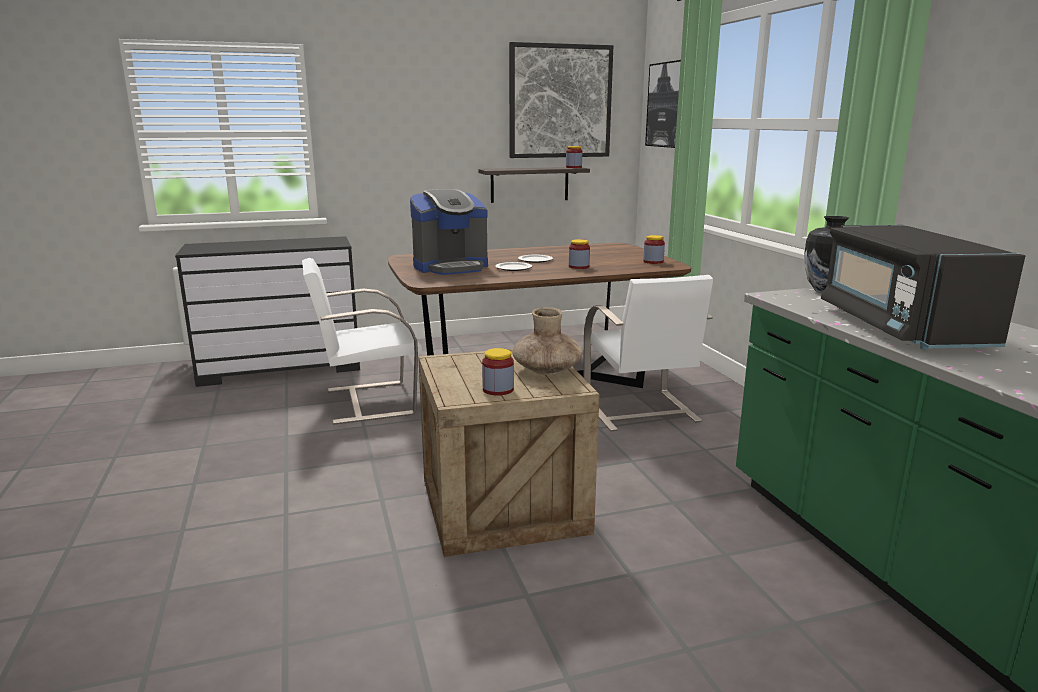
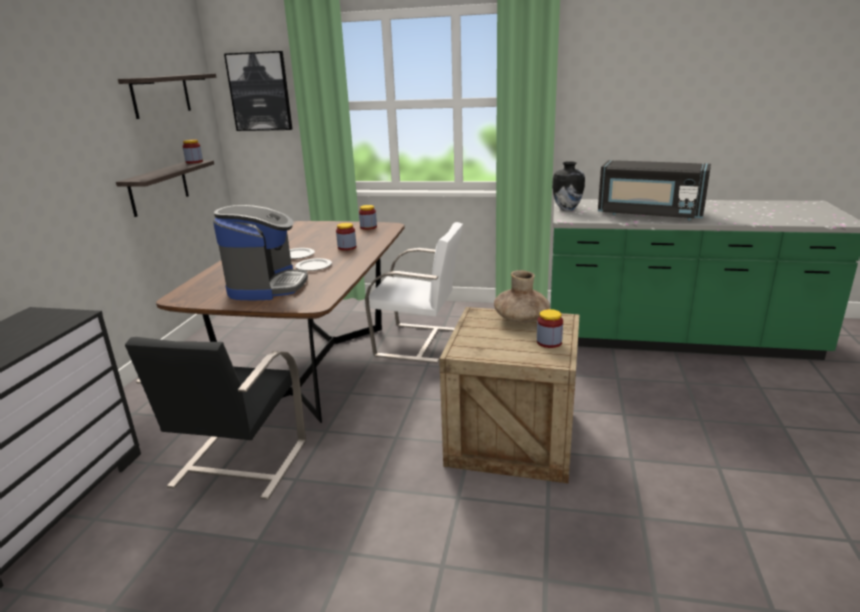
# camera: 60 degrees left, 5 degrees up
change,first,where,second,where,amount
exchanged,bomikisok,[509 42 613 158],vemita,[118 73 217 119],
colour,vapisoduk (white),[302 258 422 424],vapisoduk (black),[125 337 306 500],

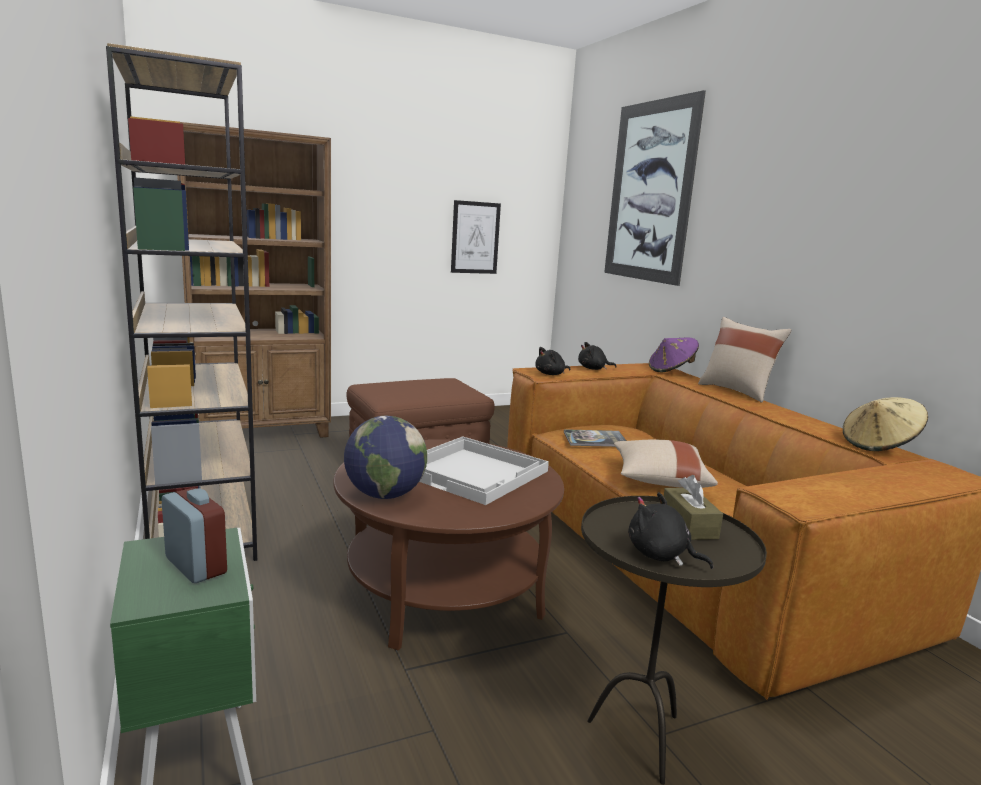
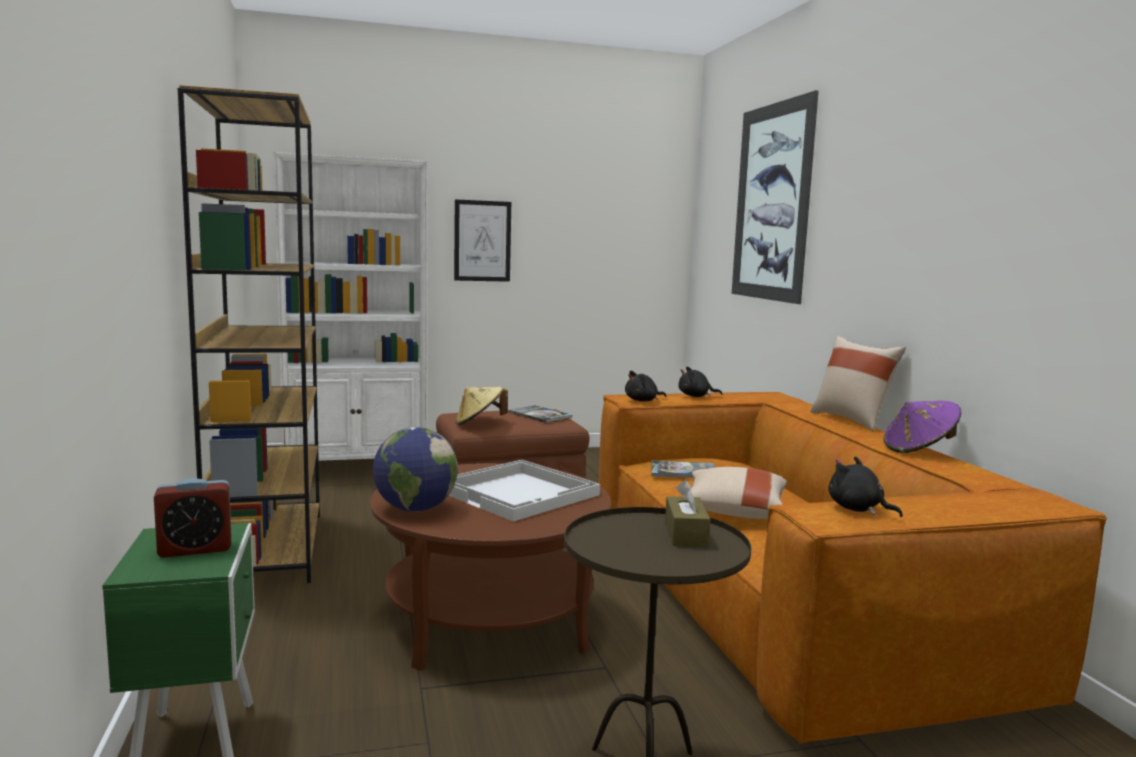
# camera: 10 degrees right, 5 degrees down
change,first,where,second,where,amount
appeared,,,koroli,[509 405 572 423],
relocated,bomikisok,[451 200 501 274],,[454 199 511 282],
relocated,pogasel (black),[628 492 713 569],,[828 456 903 517],
relocated,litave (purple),[649 337 699 372],,[883 401 961 453],
relocated,litave (beige),[843 397 928 451],,[456 387 508 425],
colour,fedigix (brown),[177 122 331 438],fedigix (white),[274 152 428 461],
spun,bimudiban,[162 488 227 583],,[154 478 232 558],105 degrees clockwise

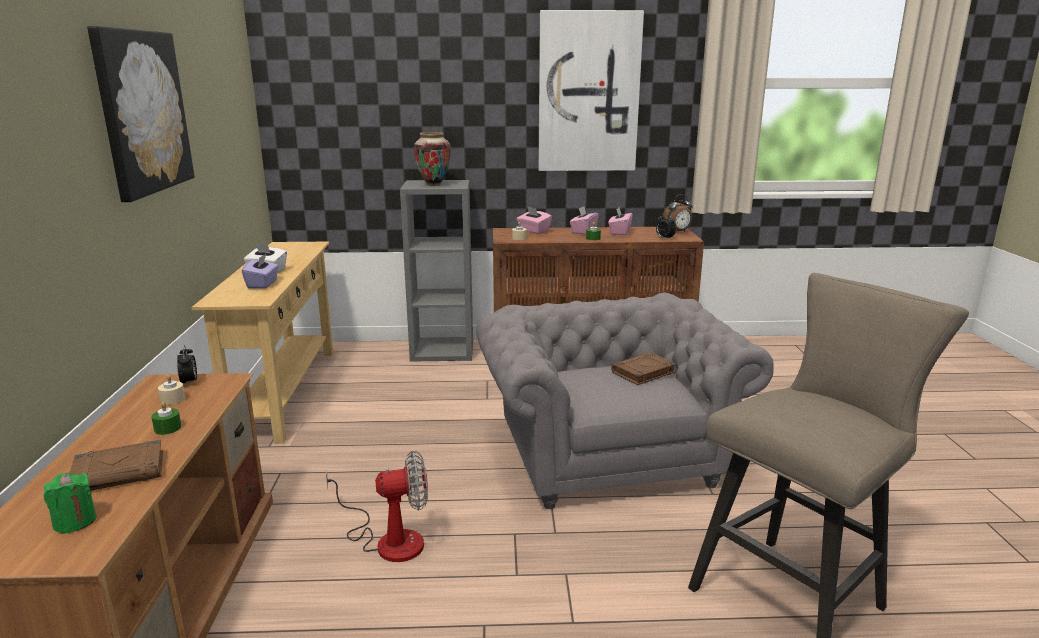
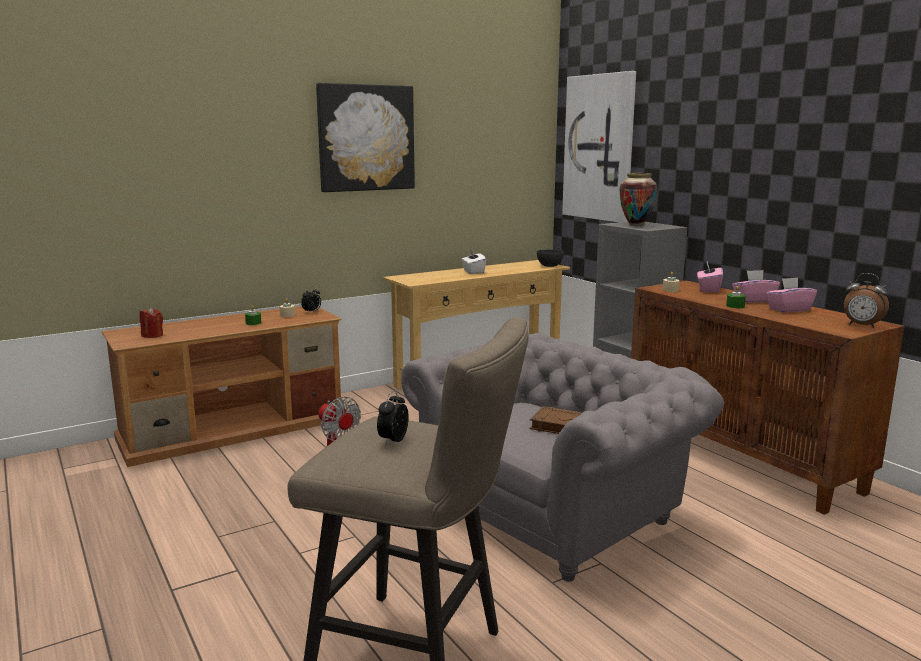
# camera: 60 degrees right, 5 degrees down
change,first,where,second,where,amount
missing,koroli (brown),[69 440 163 491],,,
missing,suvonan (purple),[242 253 279 288],,,
appeared,,,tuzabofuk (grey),[537 250 564 267],
relocated,bomikisok,[538 10 644 171],,[562 71 636 222],
relocated,bimudiban,[656 213 676 240],,[377 391 409 446],
colour,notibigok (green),[44 473 96 534],notibigok (red),[139 307 163 338],

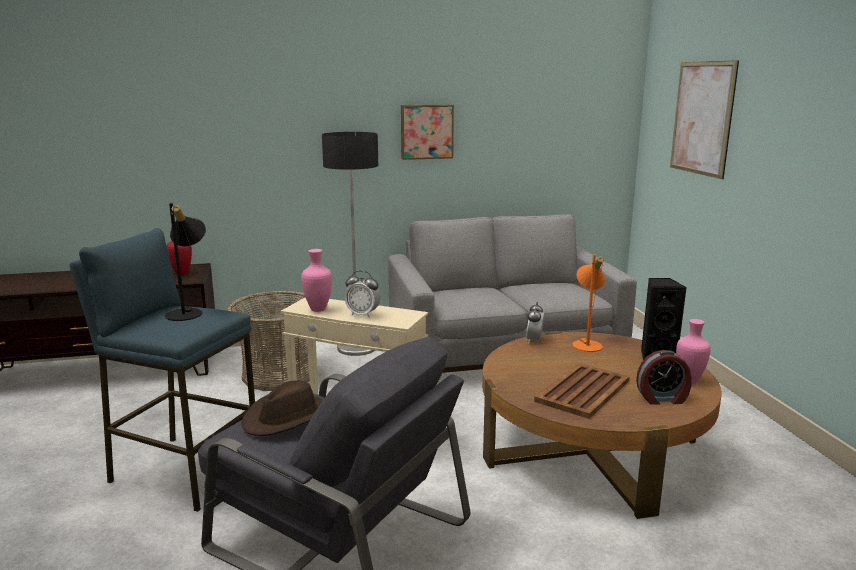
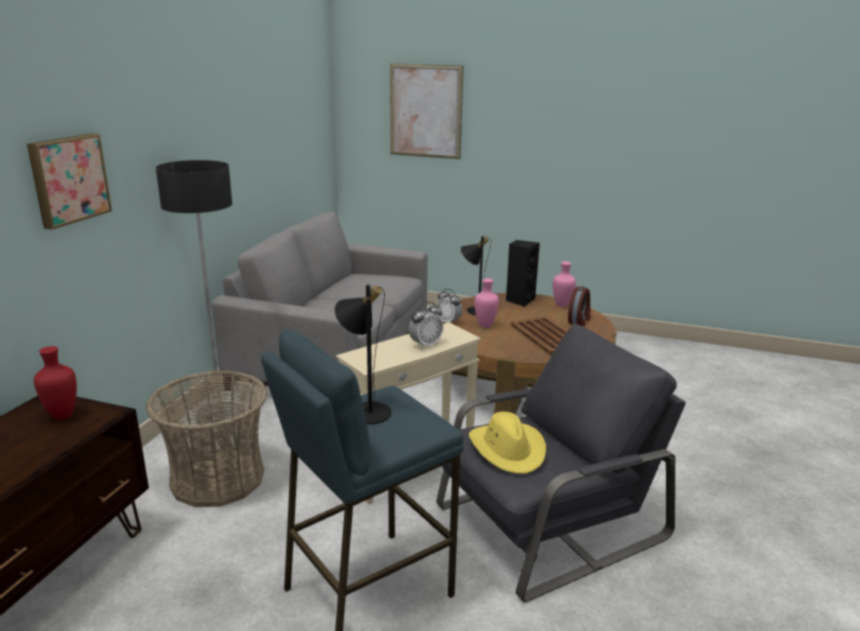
# camera: 60 degrees left, 5 degrees up
change,first,where,second,where,amount
relocated,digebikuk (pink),[301 249 332 312],,[475 278 499 328],
relocated,bomikisok,[401 105 454 160],,[27 133 112 230],
colour,litave (brown),[241 381 323 436],litave (yellow),[469 412 546 474],
colour,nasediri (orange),[572 255 606 352],nasediri (black),[461 236 491 315],

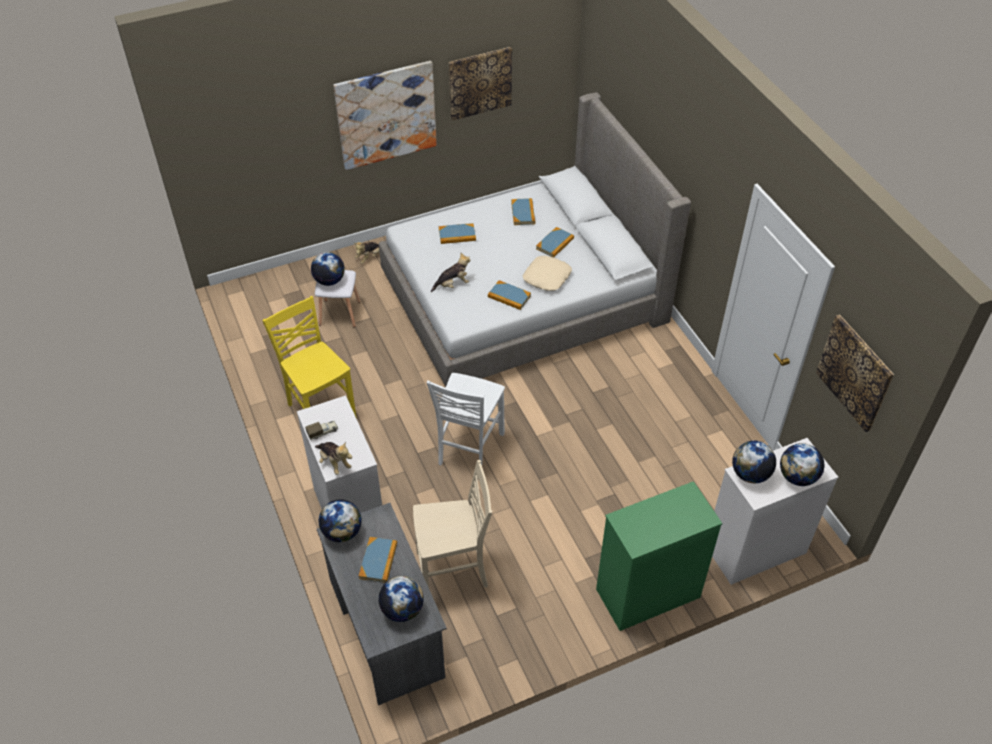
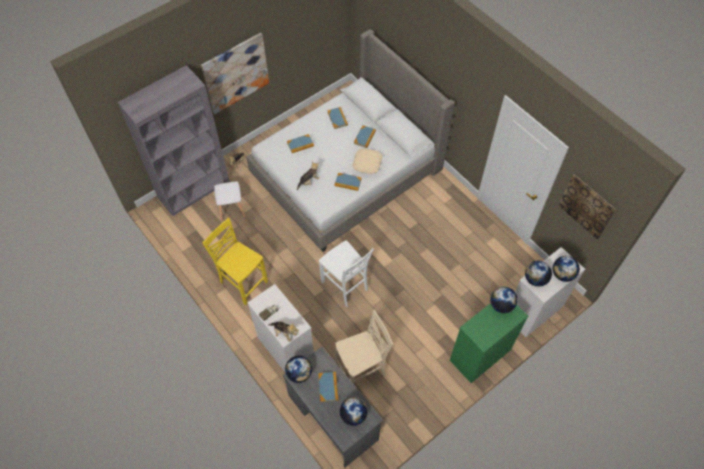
# camera: 15 degrees left, 10 degrees up
change,first,where,second,where,amount
missing,bomikisok,[449 47 512 121],,,
appeared,,,fedigix (grey),[118 65 230 216],
relocated,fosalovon,[311 252 345 286],,[490 287 517 313],
spun,vapisoduk (white),[426 373 505 466],,[319 240 374 307],45 degrees counterclockwise

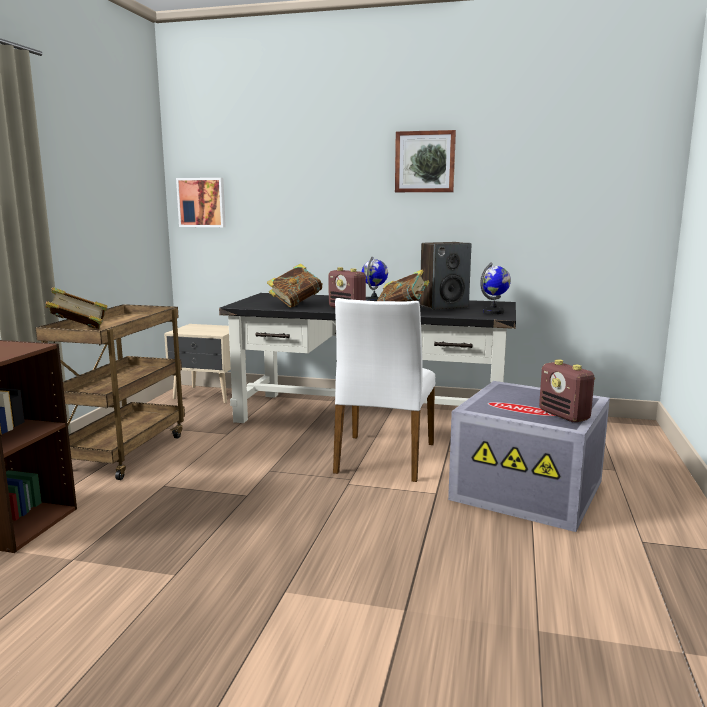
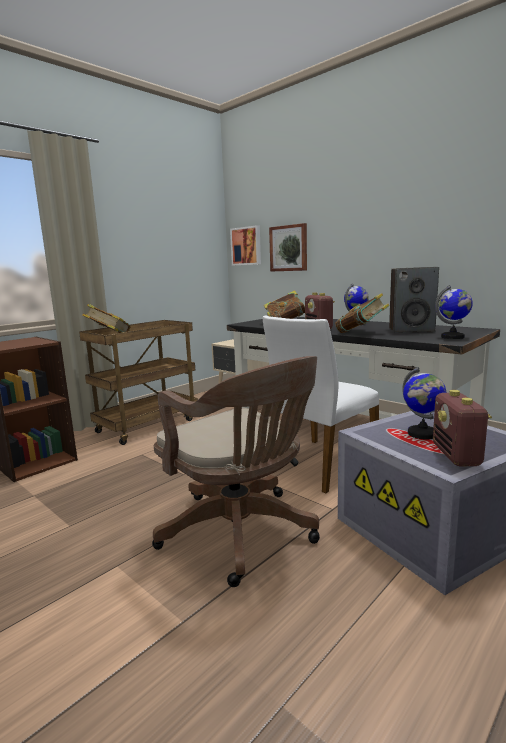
# camera: 30 degrees right, 0 degrees up
change,first,where,second,where,amount
appeared,,,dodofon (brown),[152 356 320 587],
appeared,,,fosalovon,[402 367 447 439],
relocated,bomikisok,[395 130 456 192],,[269 223 307 272],

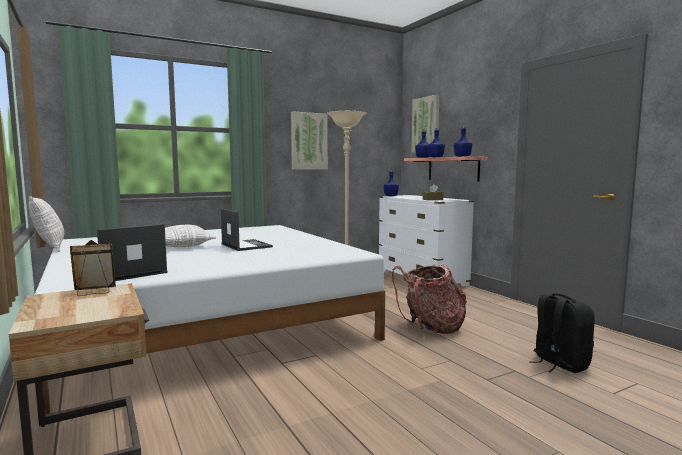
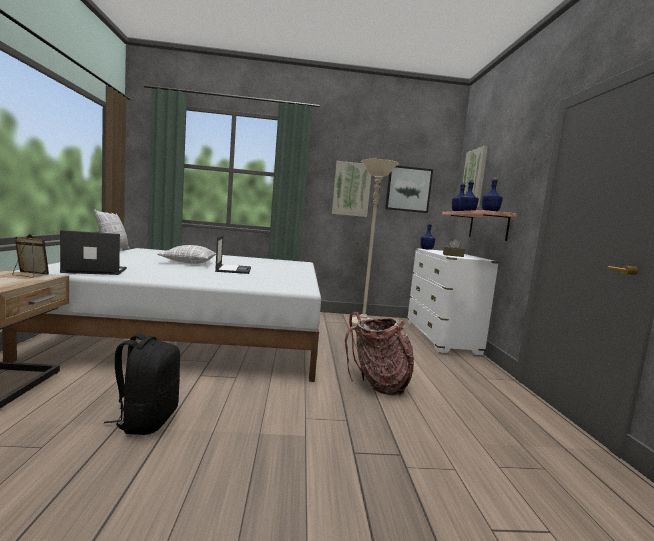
# camera: 25 degrees right, 0 degrees up
change,first,where,second,where,amount
appeared,,,bomikisok,[385 166 433 213],
relocated,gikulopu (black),[530 293 595 373],,[104 334 180 435],

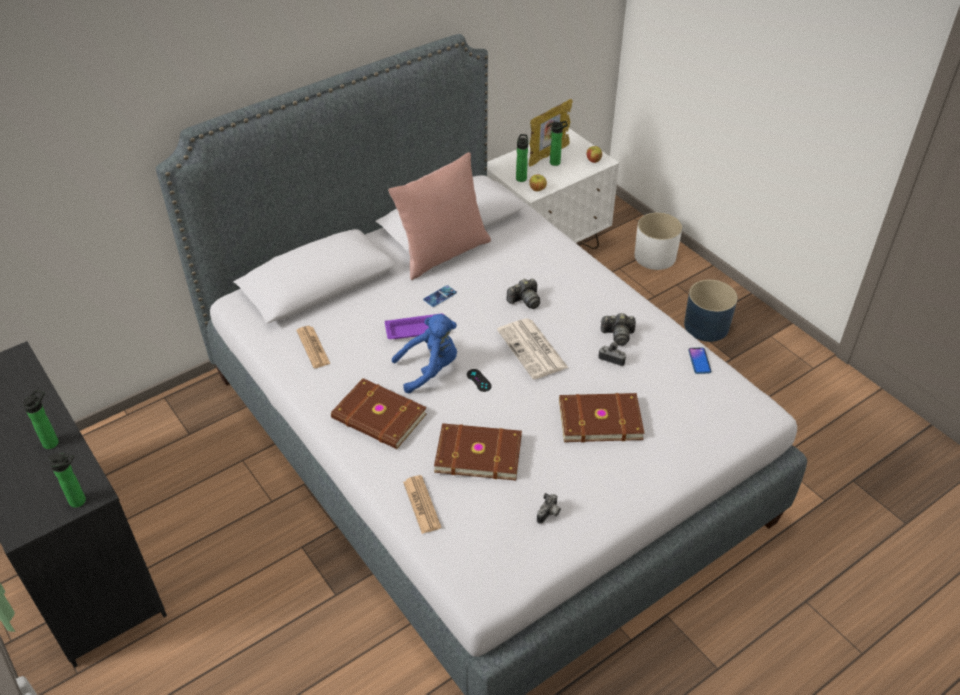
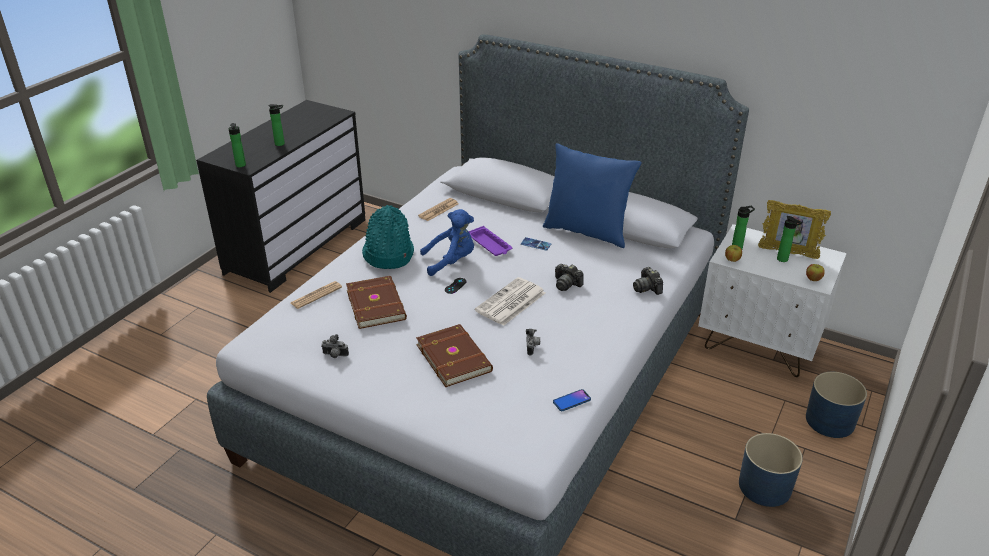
# camera: 65 degrees right, 10 degrees down
change,first,where,second,where,amount
relocated,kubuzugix,[601 313 636 346],,[633 267 663 295],
exchanged,koroli (brown),[331 378 427 449],litave (turquoise),[362 205 414 269],
colour,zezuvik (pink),[388 152 491 280],zezuvik (blue),[543 143 642 248],
colour,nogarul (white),[634 212 682 270],nogarul (blue),[806 372 867 438],
spun,pogasel (blue),[392 314 457 393],,[420 209 474 276],60 degrees counterclockwise

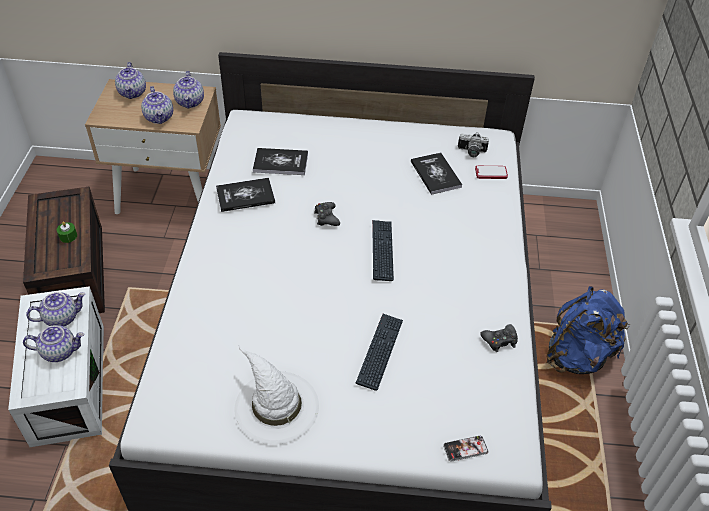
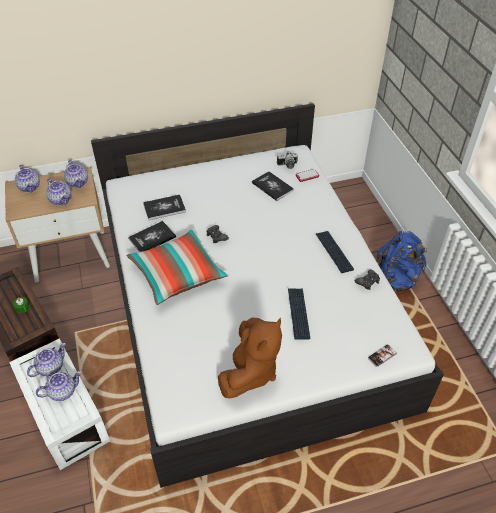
# camera: 20 degrees left, 0 degrees up
change,first,where,second,where,amount
appeared,,,zezuvik,[127 228 228 305],
relocated,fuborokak,[372 220 394 281],,[316 231 354 273],
exchanged,litave (white),[235 345 319 445],pogasel (brown),[218 318 282 398],

